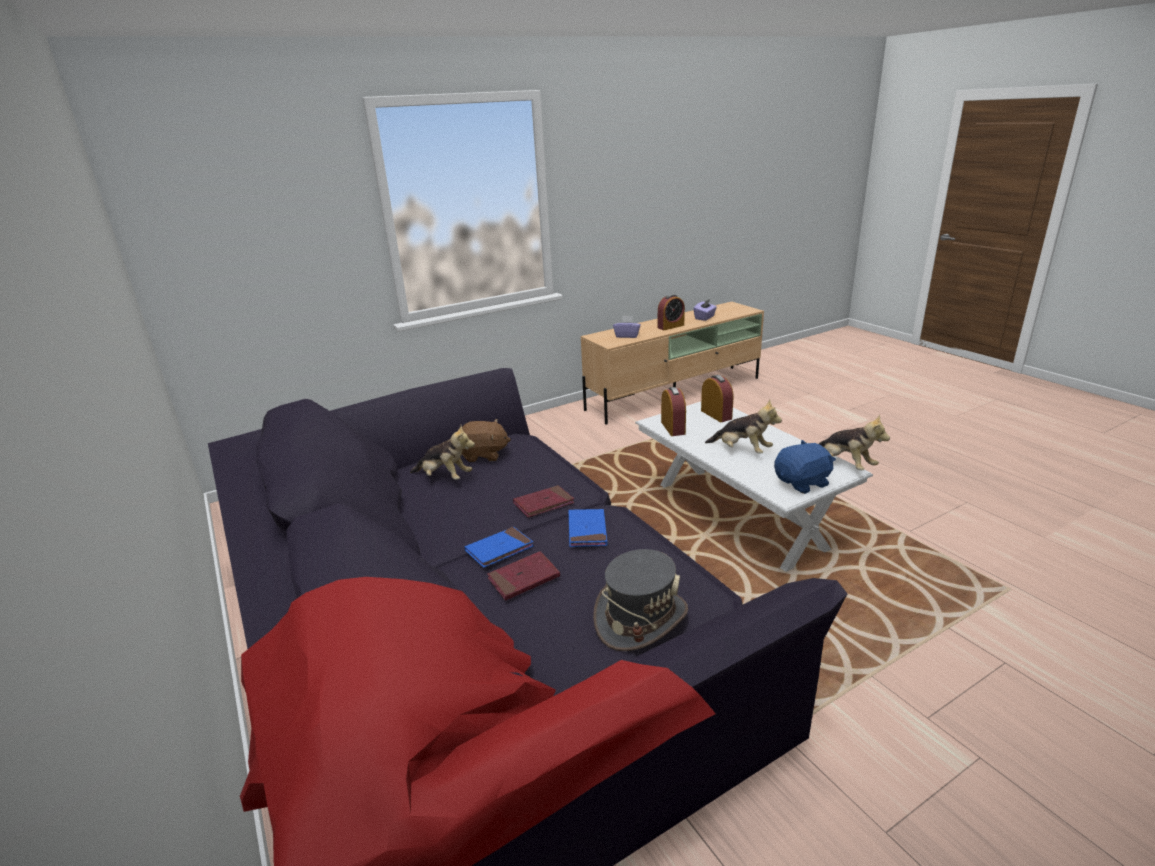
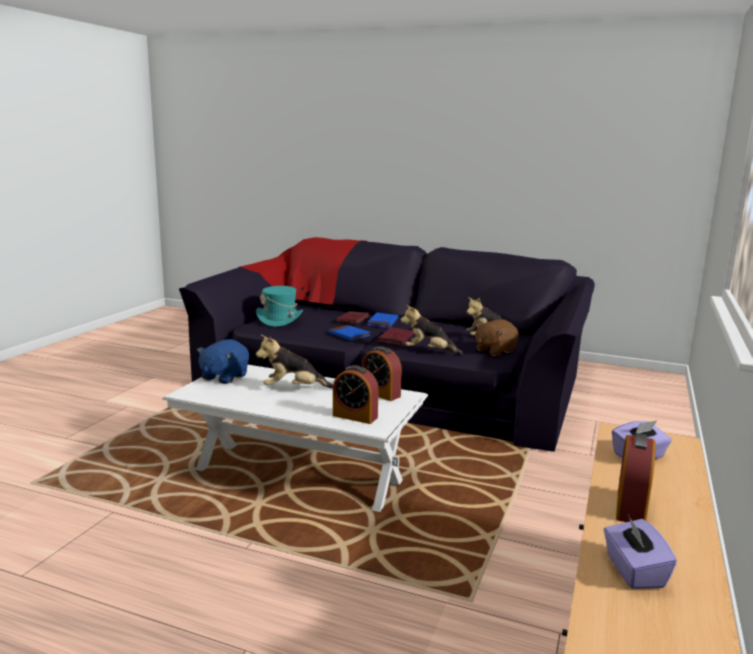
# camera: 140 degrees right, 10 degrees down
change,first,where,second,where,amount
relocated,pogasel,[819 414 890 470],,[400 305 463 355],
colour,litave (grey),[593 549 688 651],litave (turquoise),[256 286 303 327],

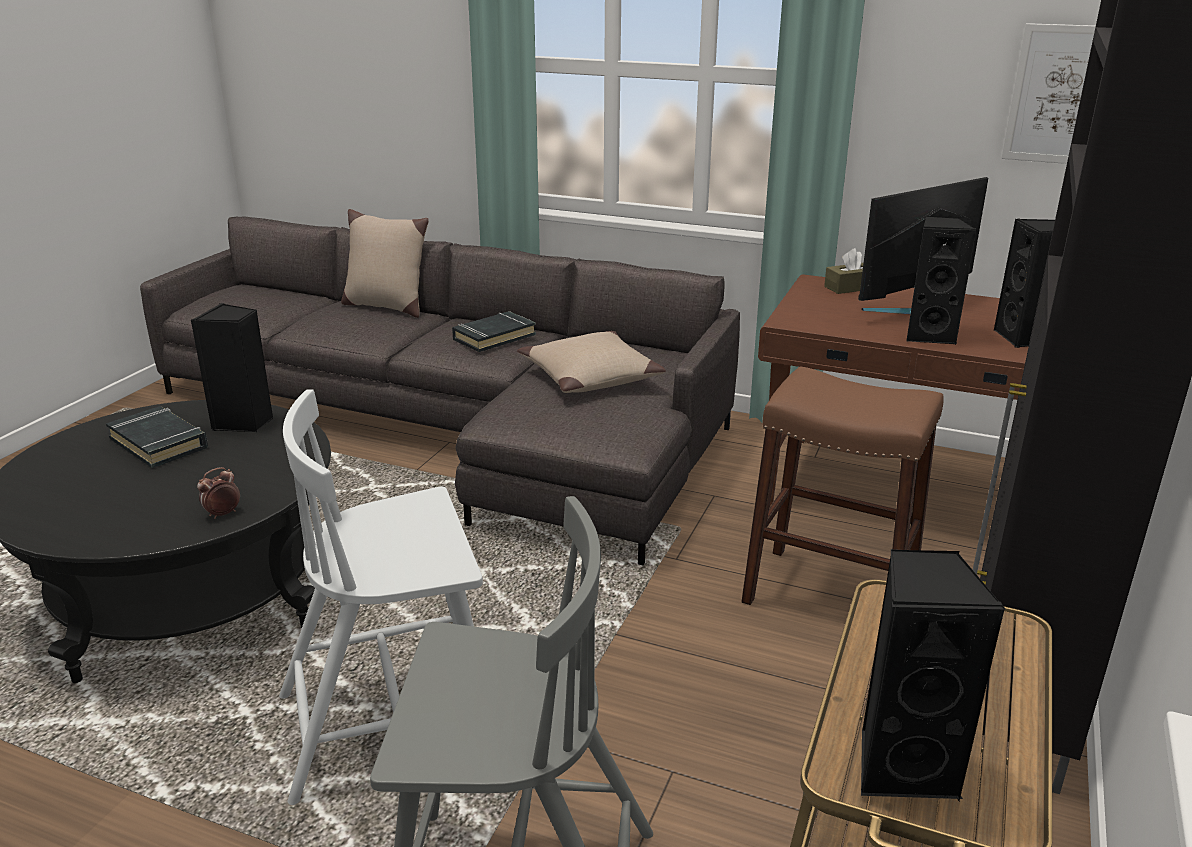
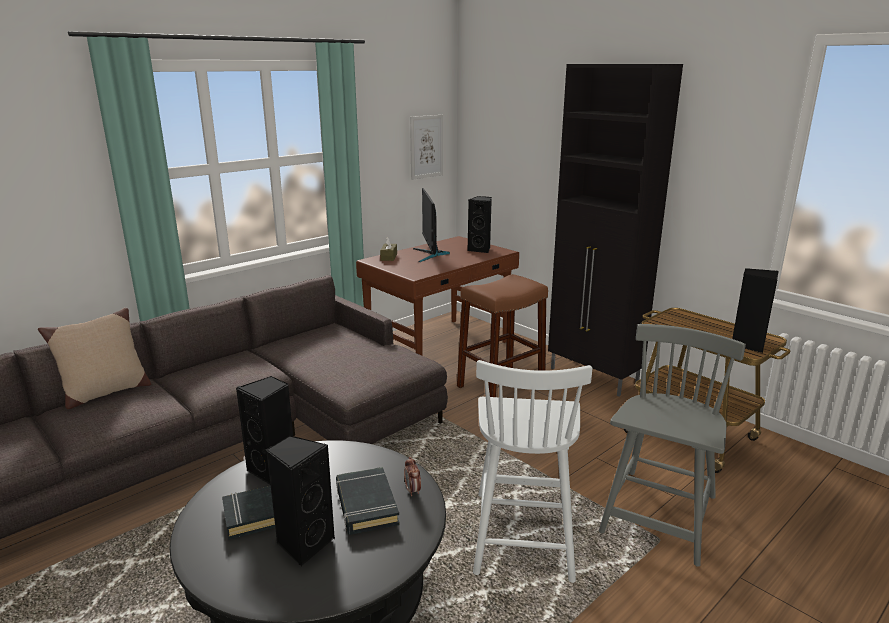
# camera: 65 degrees left, 5 degrees down
change,first,where,second,where,amount
missing,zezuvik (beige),[517 331 666 393],,,
relocated,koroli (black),[452 311 536 352],,[336 467 400 535],
relocated,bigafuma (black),[906 216 977 345],,[266 435 335 566],

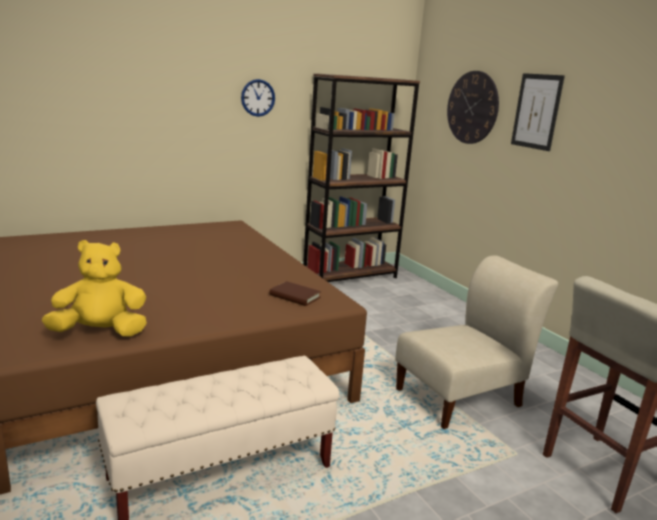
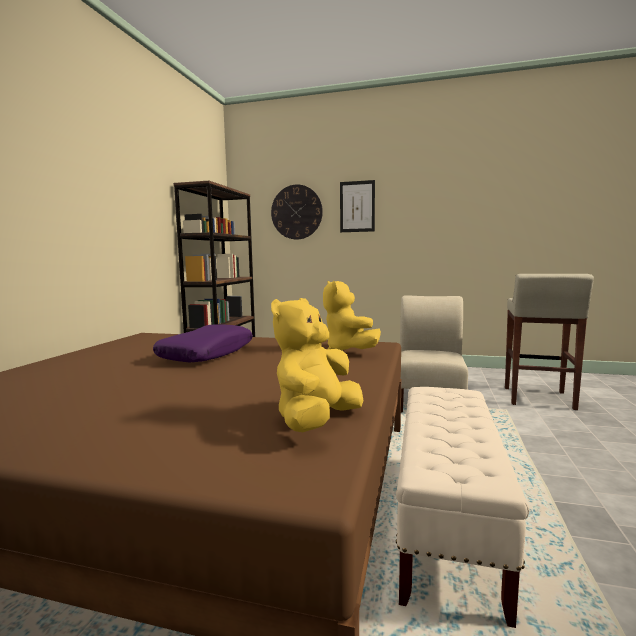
# camera: 45 degrees left, 10 degrees down
change,first,where,second,where,amount
missing,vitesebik,[241 79 275 117],,,
appeared,,,zezuvik (purple),[153 324 253 362],
exchanged,koroli (brown),[269 281 321 306],pogasel (yellow),[323 281 381 350],

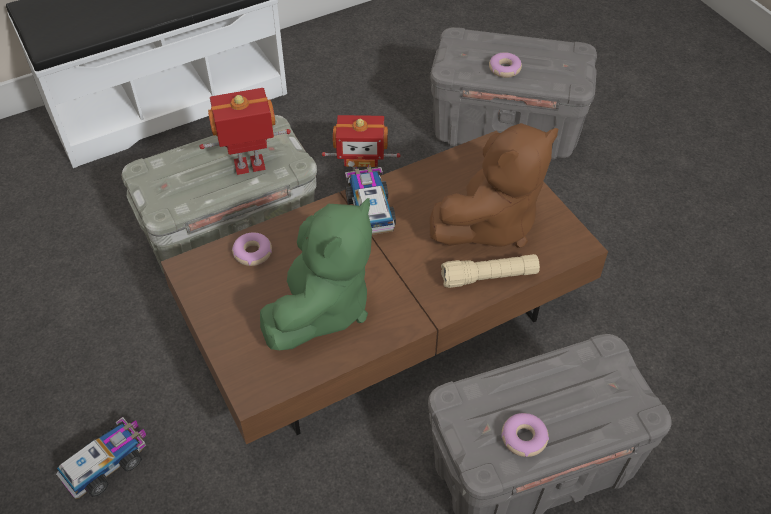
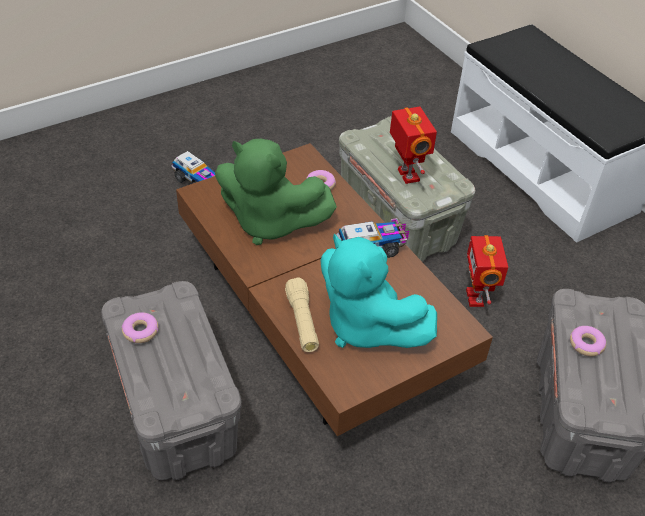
# camera: 85 degrees right, 5 degrees down
change,first,where,second,where,amount
colour,pogasel (brown),[430 123 558 248],pogasel (turquoise),[320 234 437 348],

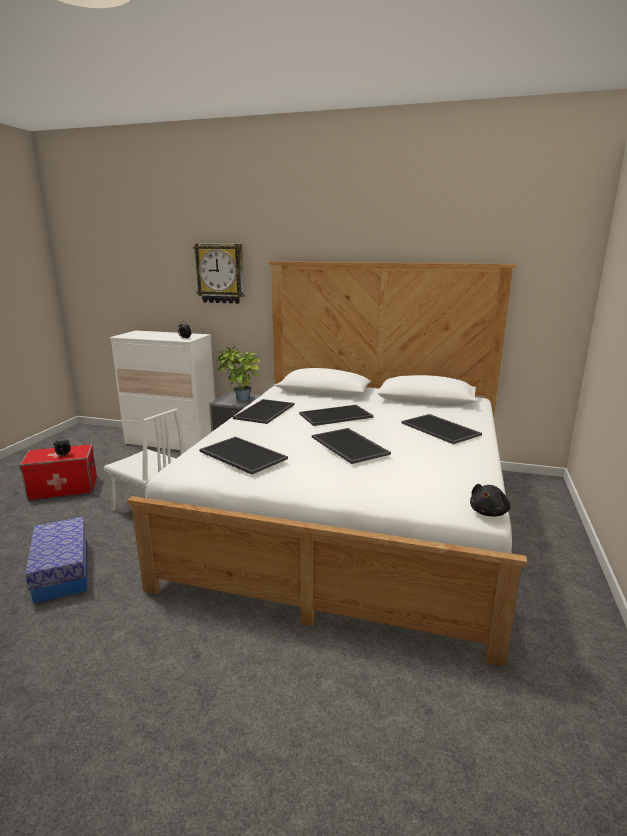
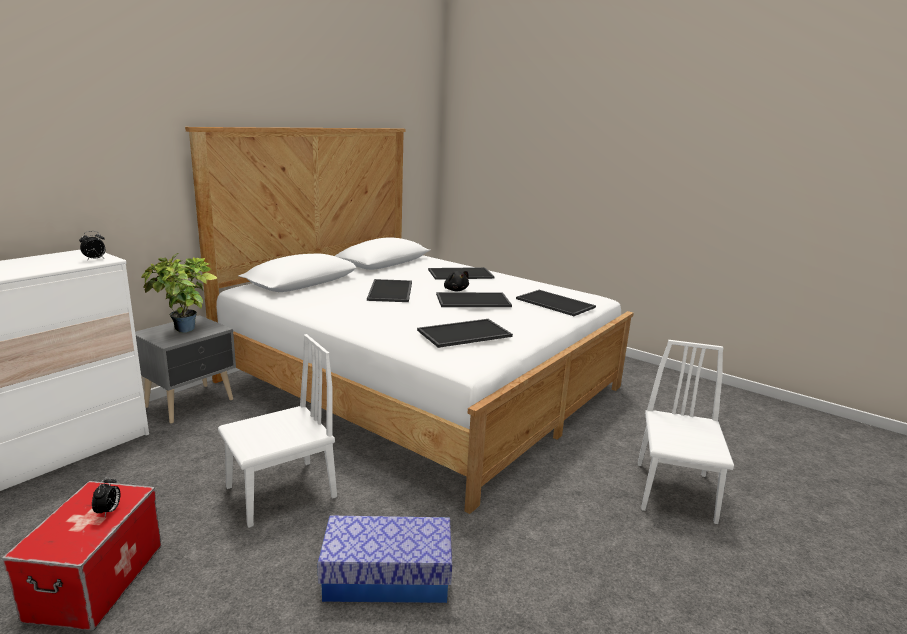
# camera: 70 degrees left, 0 degrees up
change,first,where,second,where,amount
missing,vitesebik,[193 244 245 304],,,
appeared,,,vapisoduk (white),[638 340 734 524],
relocated,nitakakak,[233 399 294 424],,[516 290 596 316],
relocated,pogasel (black),[470 484 511 517],,[444 271 469 291],

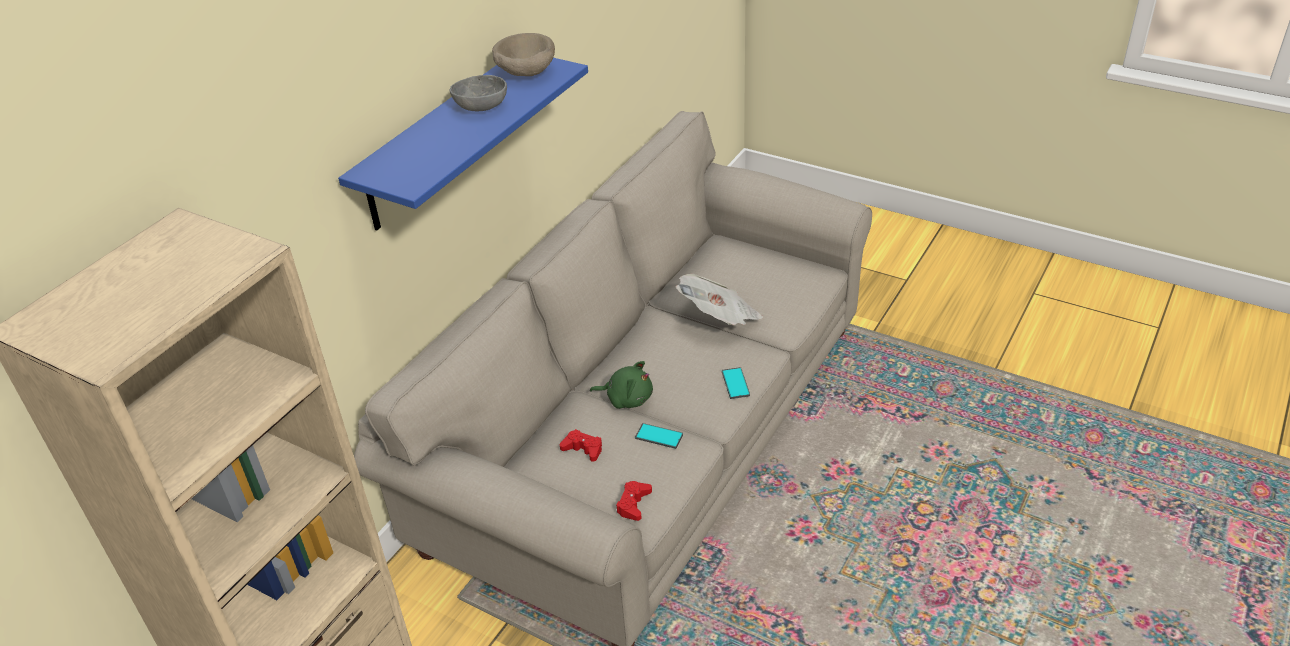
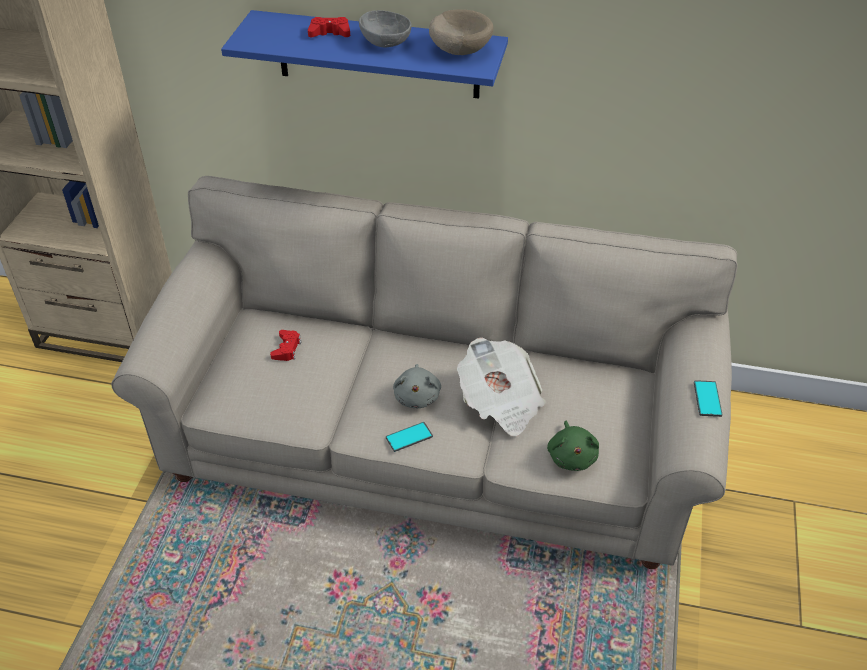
# camera: 70 degrees right, 5 degrees up
change,first,where,second,where,amount
appeared,,,pogasel (grey),[393 364 441 408],
relocated,pogasel (green),[590 361 653 409],,[547 421 599 471],
relocated,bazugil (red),[616 481 652 521],,[308 17 350 37],
relocated,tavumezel,[635 423 683 449],,[694 380 722 417],

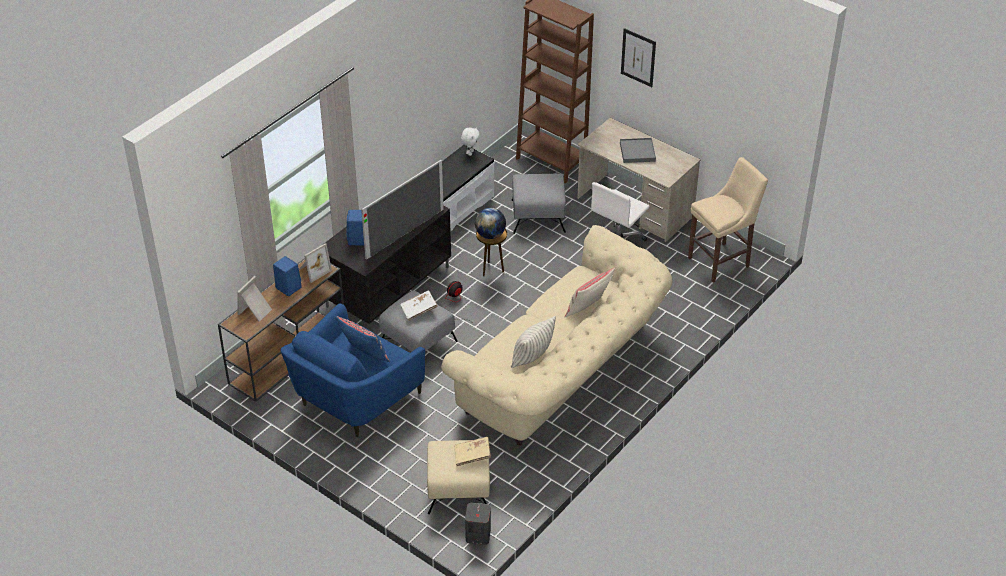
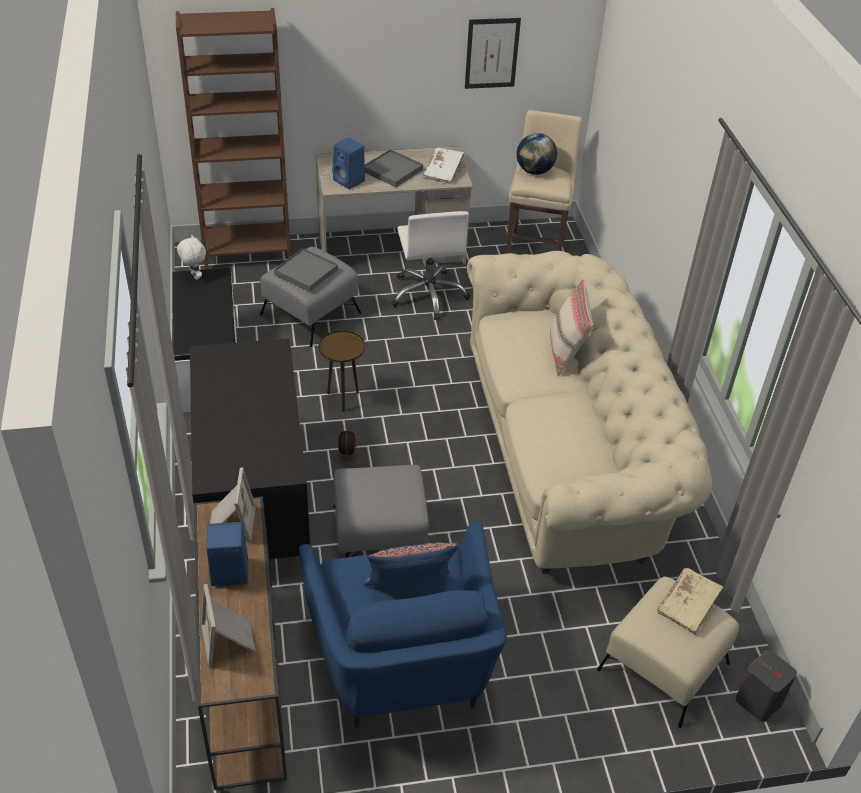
# camera: 50 degrees left, 0 degrees up
change,first,where,second,where,amount
missing,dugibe,[361 160 444 260],,,
missing,zezuvik,[511 316 556 368],,,
appeared,,,nitakakak (grey),[274 248 338 292],
relocated,bigafuma (blue),[347 210 364 245],,[332 138 365 189],
relocated,koroli (white),[400 291 438 321],,[423 147 464 184],
relocated,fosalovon,[475 208 506 239],,[517 133 557 175],
relocated,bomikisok,[621 28 656 87],,[465 18 521 89],

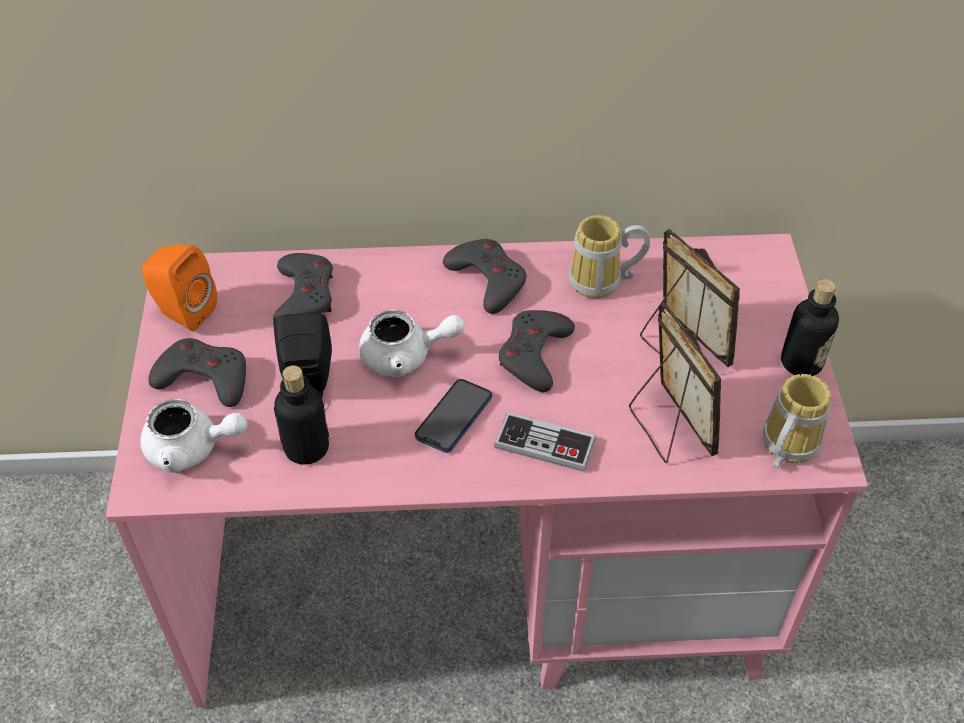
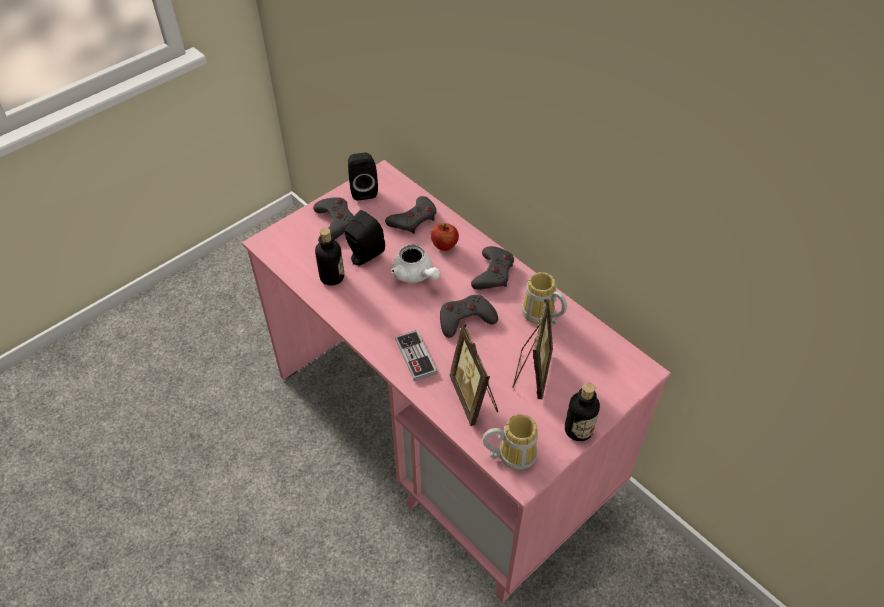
# camera: 50 degrees right, 0 degrees up
change,first,where,second,where,amount
missing,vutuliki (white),[140 399 248 473],,,
missing,tavumezel,[415 379 492 453],,,
appeared,,,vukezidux,[431 223 459 251],
colour,bigafuma (orange),[141 244 217 331],bigafuma (black),[348 153 378 200],
spun,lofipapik,[629 303 721 463],,[449 324 498 426],135 degrees clockwise

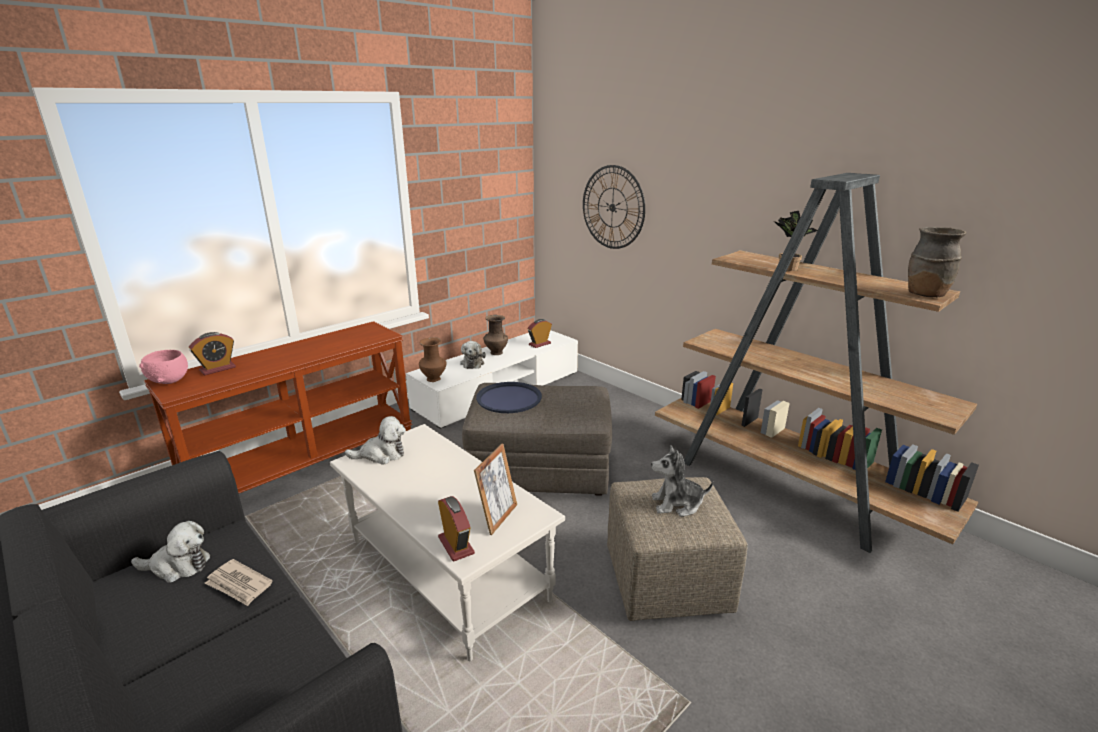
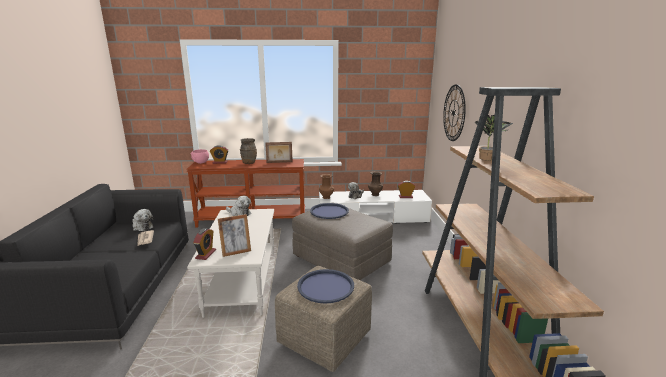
# camera: 40 degrees right, 5 degrees down
change,first,where,second,where,amount
appeared,,,lofipapik,[265 142 293 163],
relocated,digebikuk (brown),[908 227 966 297],,[240 138 257 164],
exchanged,pogasel,[651 445 713 517],nitakakak (blue),[297 269 354 303],

